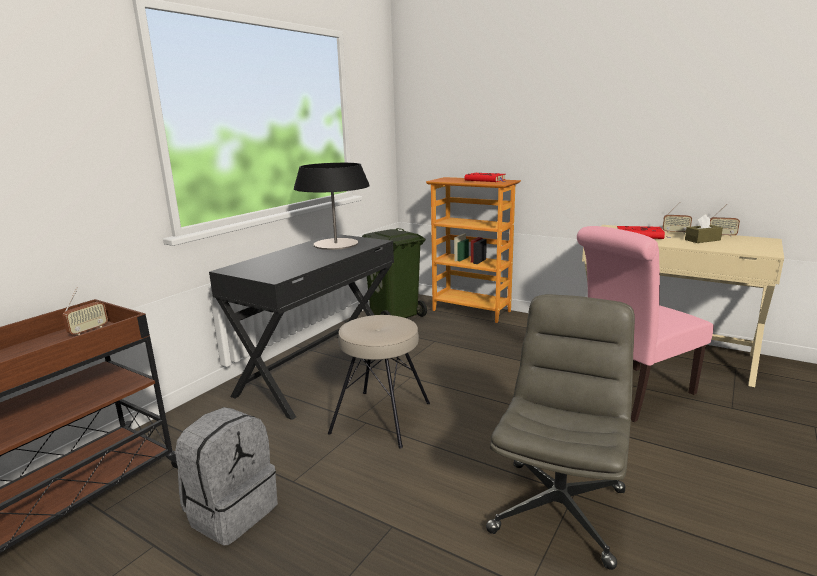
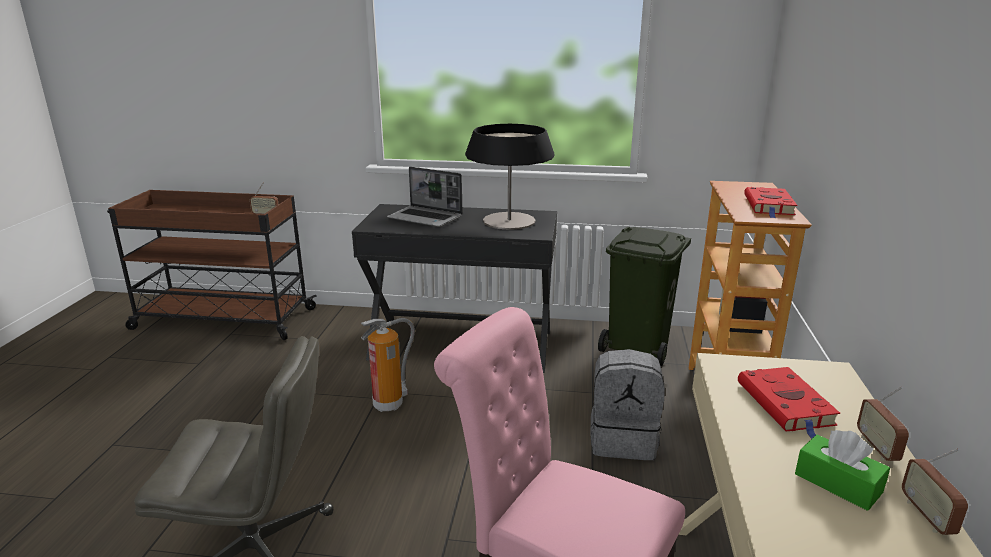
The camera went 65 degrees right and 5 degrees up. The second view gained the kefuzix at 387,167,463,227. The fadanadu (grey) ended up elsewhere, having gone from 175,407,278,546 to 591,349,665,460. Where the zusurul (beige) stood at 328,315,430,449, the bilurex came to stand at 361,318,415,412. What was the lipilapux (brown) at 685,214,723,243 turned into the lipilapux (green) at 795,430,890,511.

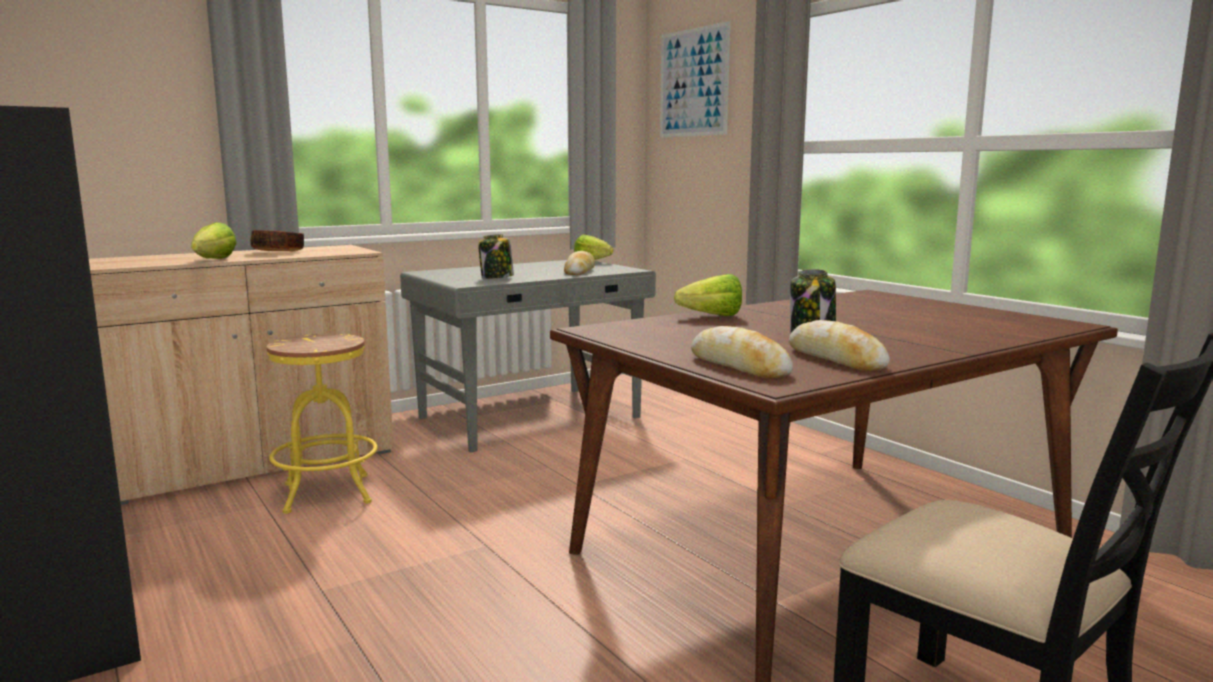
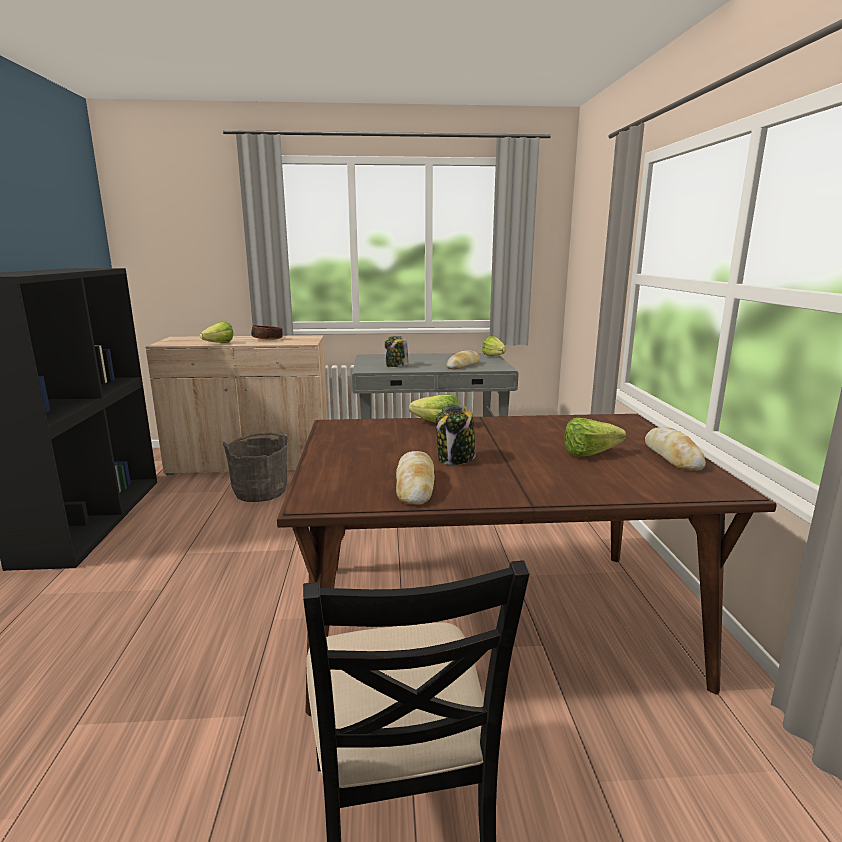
The camera went 30 degrees right and 5 degrees up. The second view lost the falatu at 660,21,731,137. The second view gained the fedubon at 565,418,626,456. The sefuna ended up elsewhere, having gone from 691,326,793,378 to 645,427,706,471. Where the zusurul (yellow) stood at 267,334,377,514, the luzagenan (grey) came to stand at 222,432,288,502.

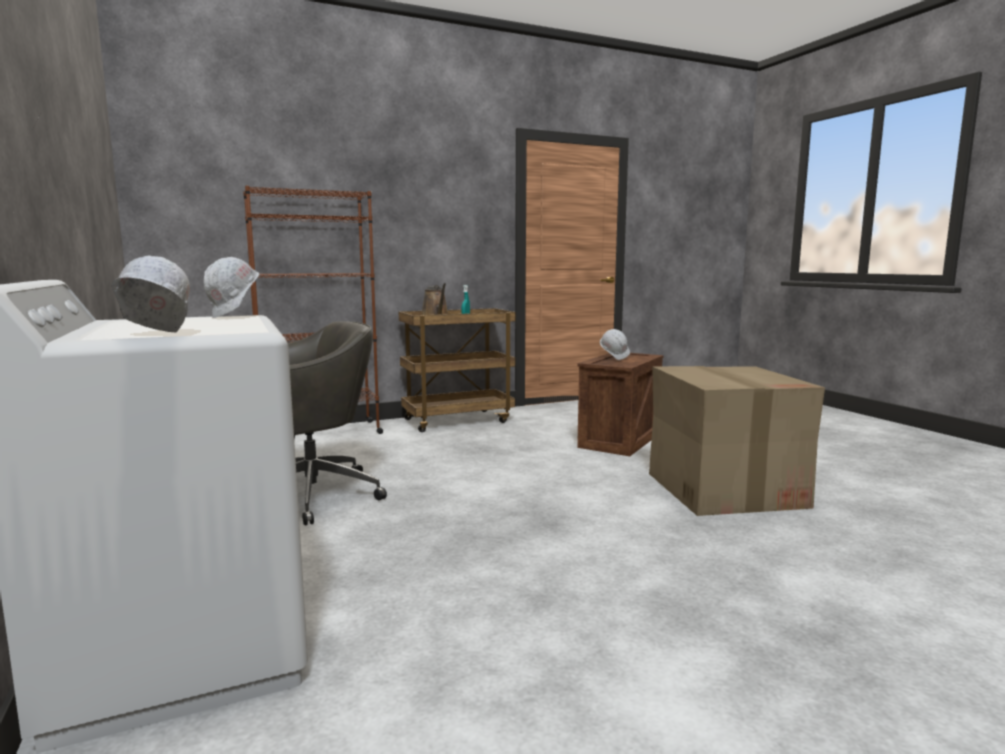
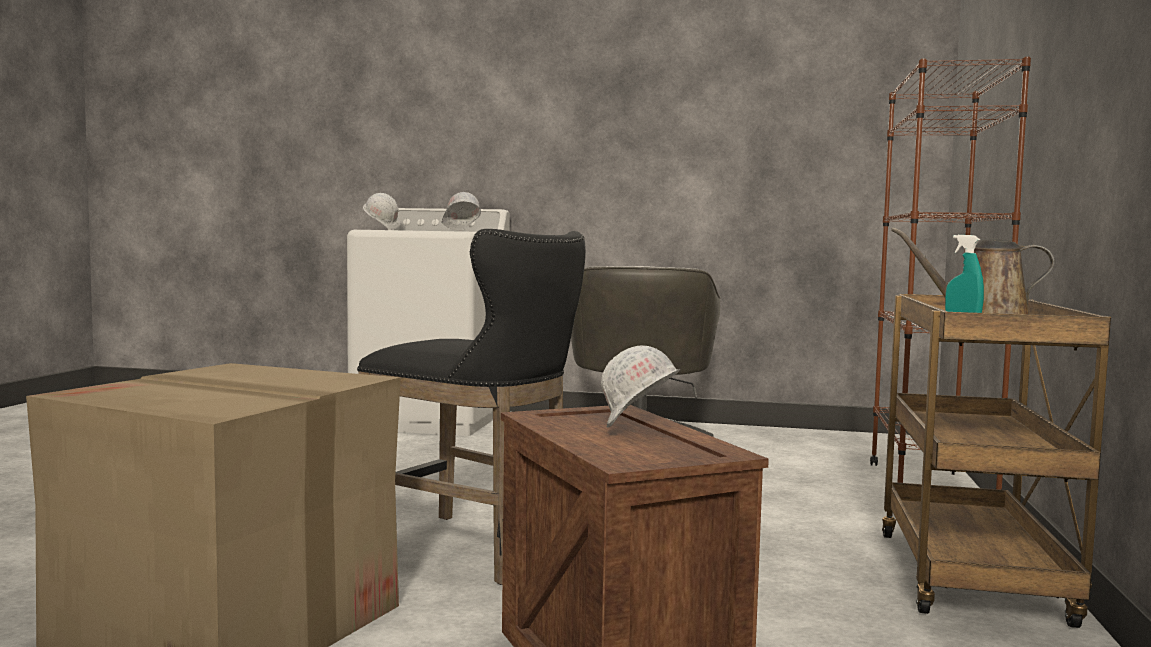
The camera went 125 degrees right and 5 degrees down. The second view gained the zusurul (black) at 357,229,586,585.

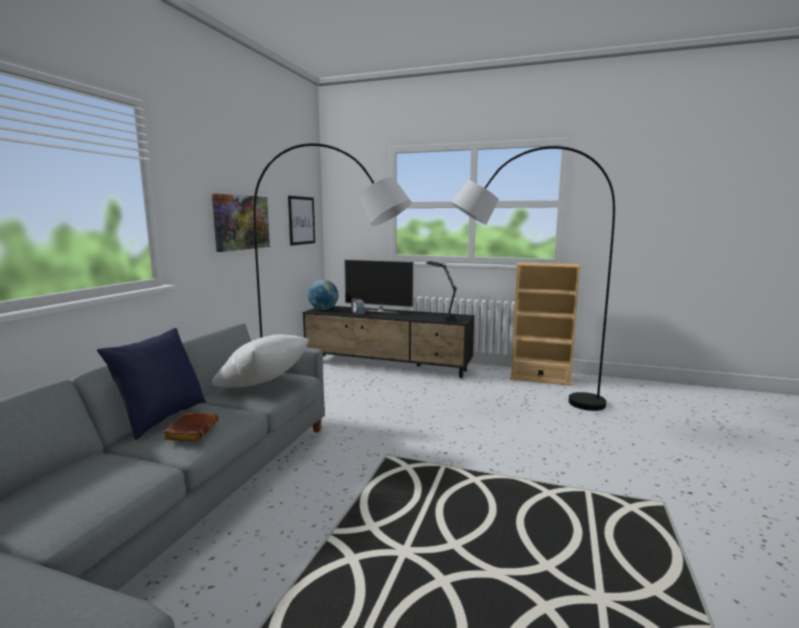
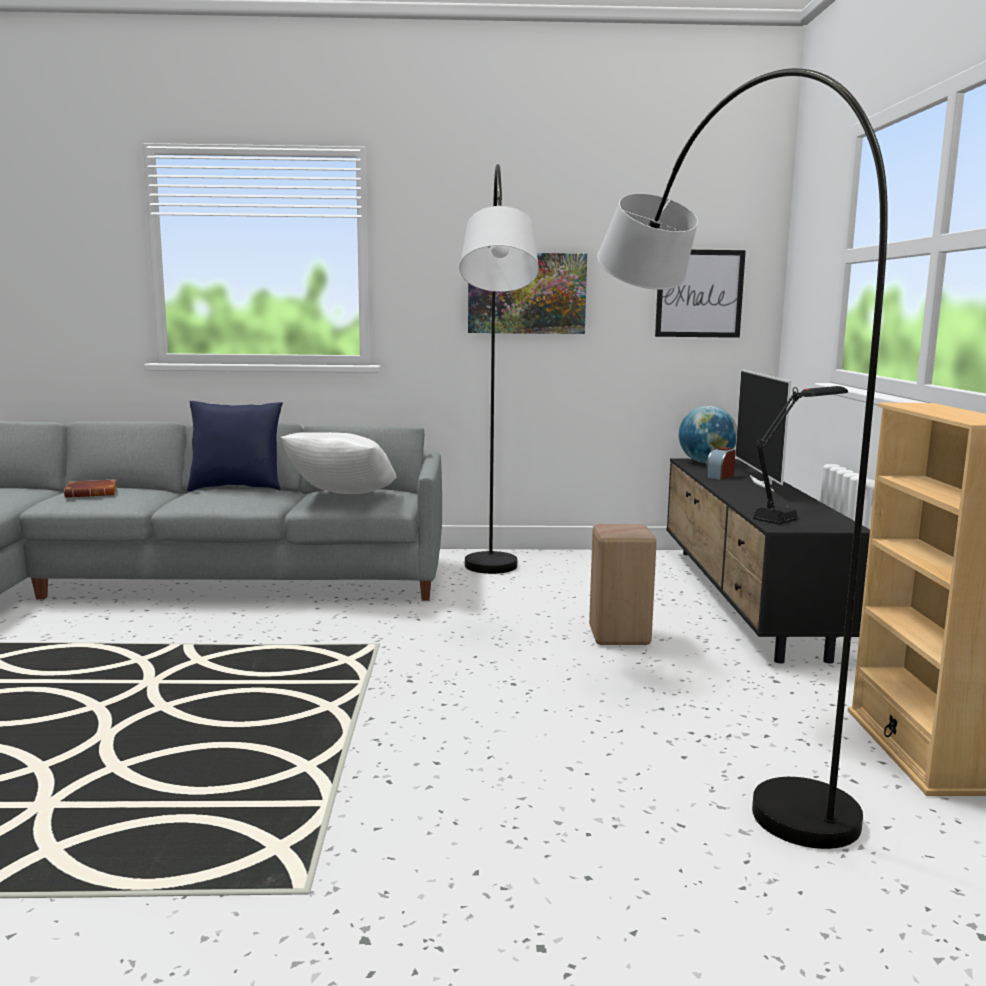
The camera went 70 degrees right and 0 degrees up. The second view gained the zusurul (beige) at 589,524,657,645. The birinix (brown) ended up elsewhere, having gone from 163,412,219,442 to 64,479,117,498.

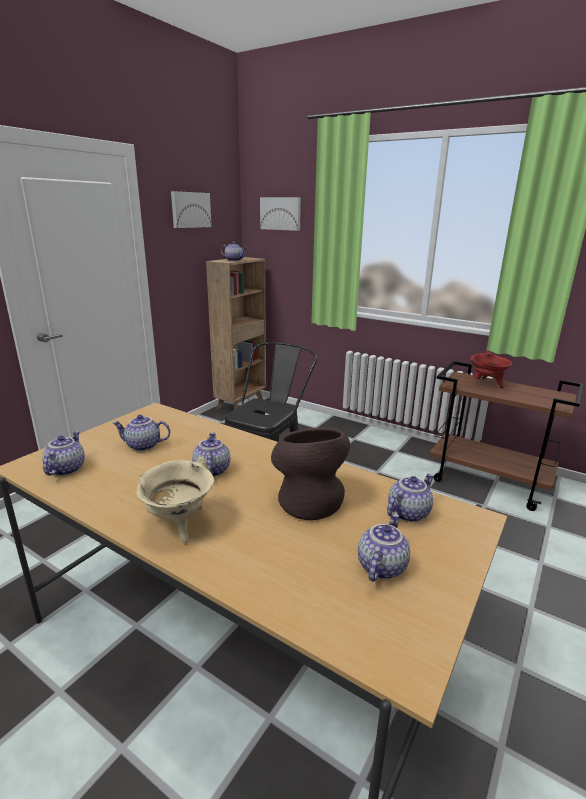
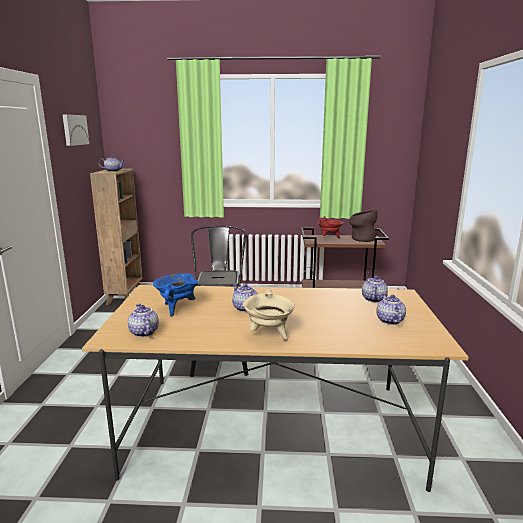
The camera went 30 degrees left and 5 degrees down. The second view lost the falatu at 260,197,301,231. The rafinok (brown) ended up elsewhere, having gone from 271,427,350,520 to 349,210,378,242. Where the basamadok stood at 113,415,170,451, the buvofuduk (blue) came to stand at 153,273,199,317.

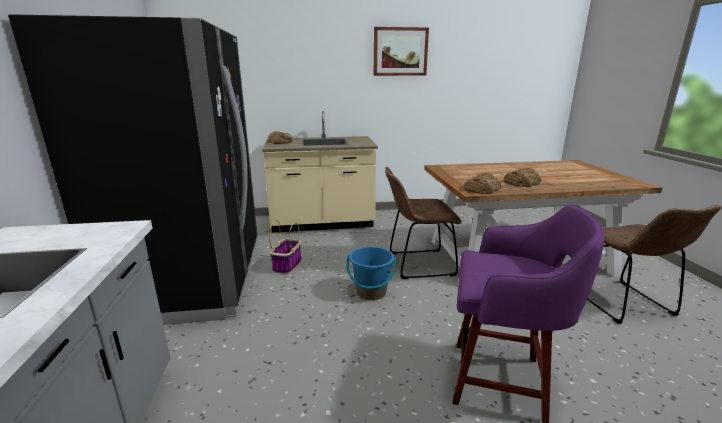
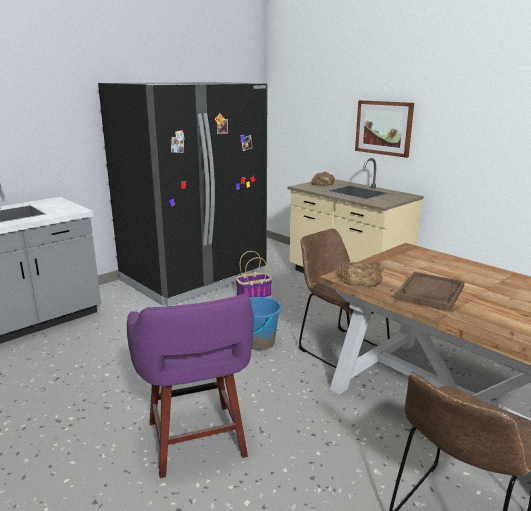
The camera went 55 degrees right and 0 degrees up. The falatu ended up elsewhere, having gone from 374,27,429,76 to 355,100,414,158. Where the sefuna stood at 504,168,541,187, the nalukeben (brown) came to stand at 395,272,465,312.

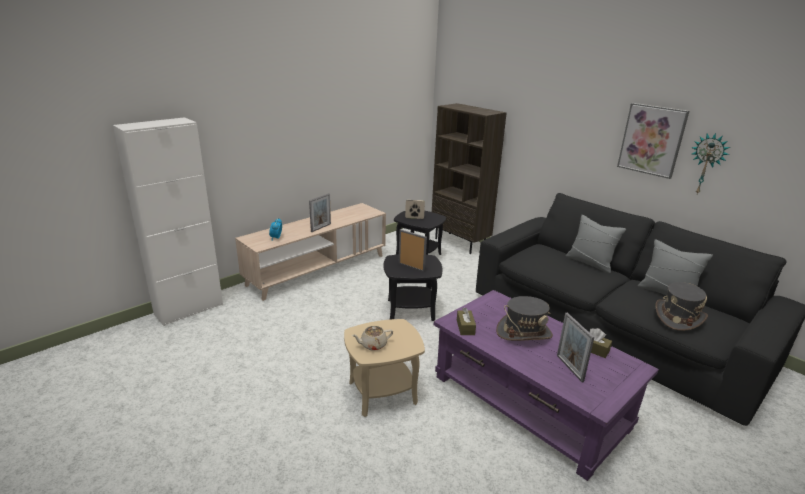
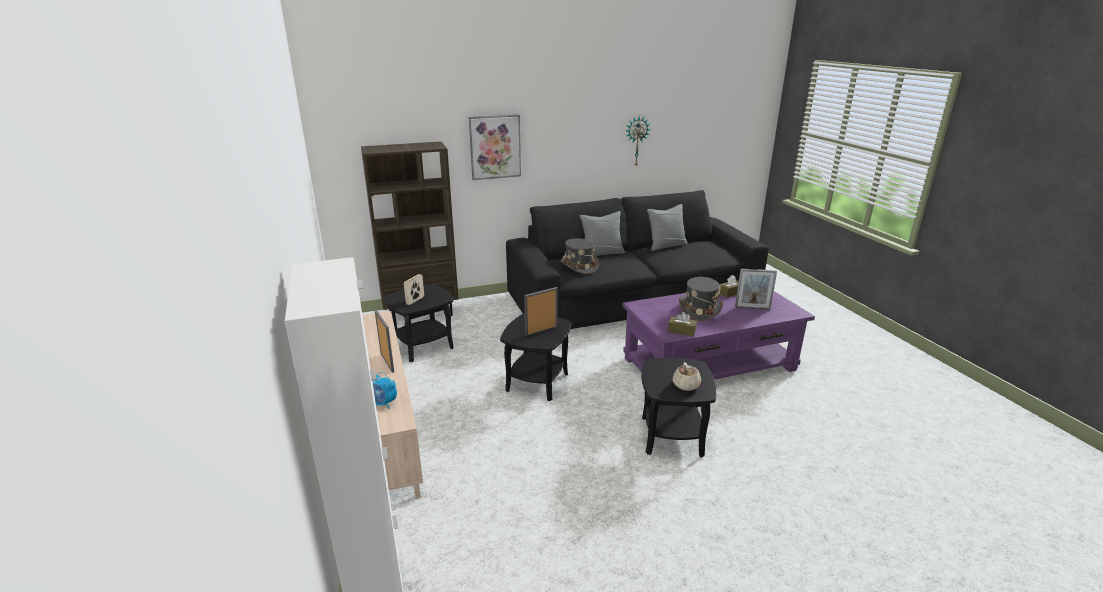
The camera went 65 degrees left and 0 degrees up. The falatu ended up elsewhere, having gone from 617,103,689,179 to 469,115,521,180. The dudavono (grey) ended up elsewhere, having gone from 656,282,708,331 to 560,238,599,274. What was the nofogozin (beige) at 344,319,425,417 turned into the nofogozin (black) at 641,358,716,458.

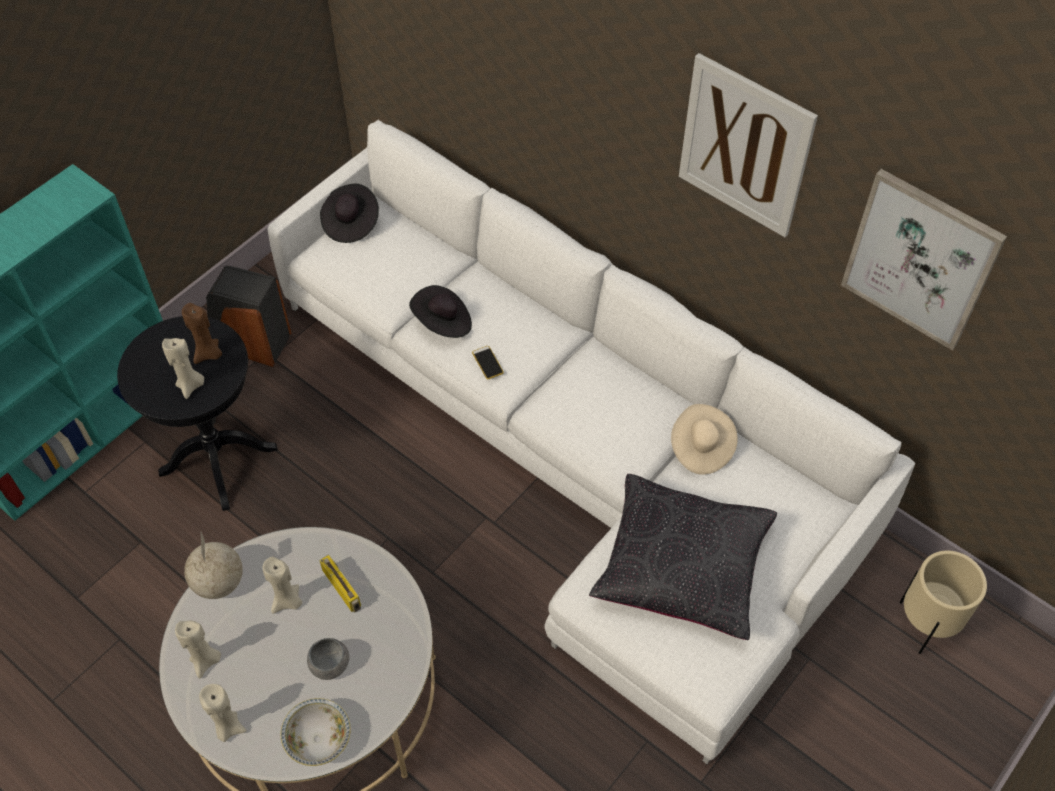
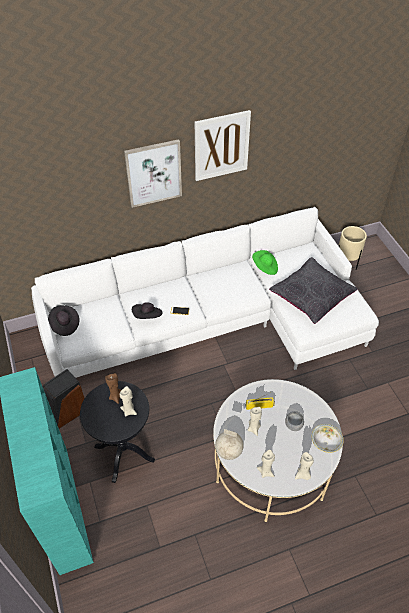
The camera went 60 degrees left and 5 degrees down. The falatu ended up elsewhere, having gone from 841,169,1007,350 to 124,139,182,208. What was the dudavono (beige) at 671,404,738,475 turned into the dudavono (green) at 252,250,278,275.

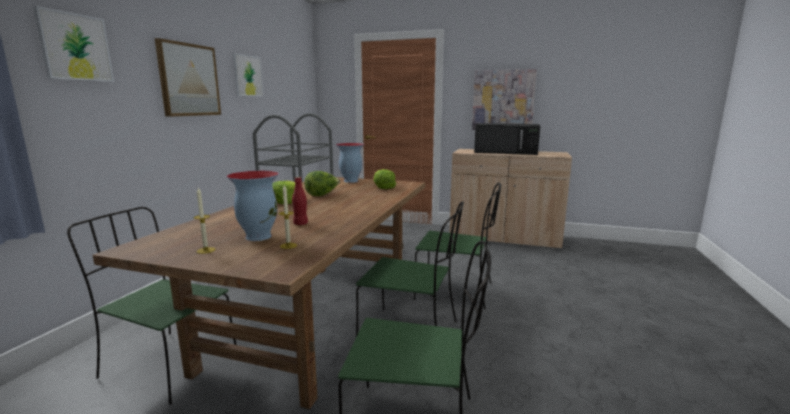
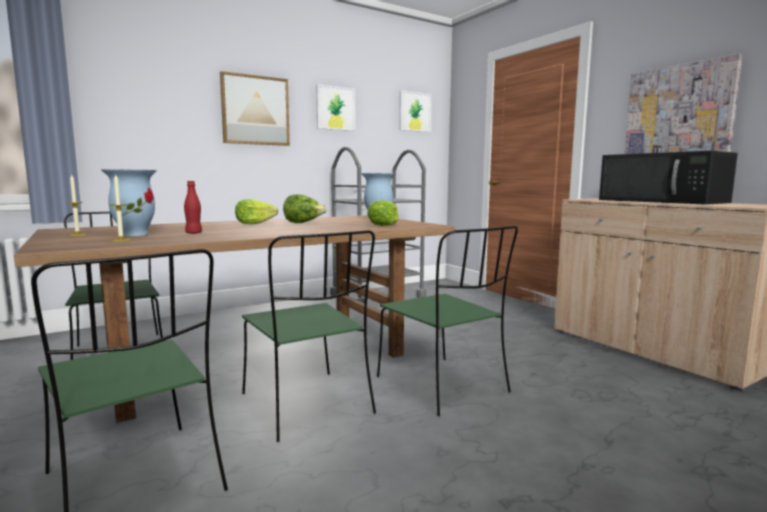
The camera went 40 degrees right and 5 degrees down. The falatu ended up elsewhere, having gone from 33,6,114,82 to 399,91,431,132.

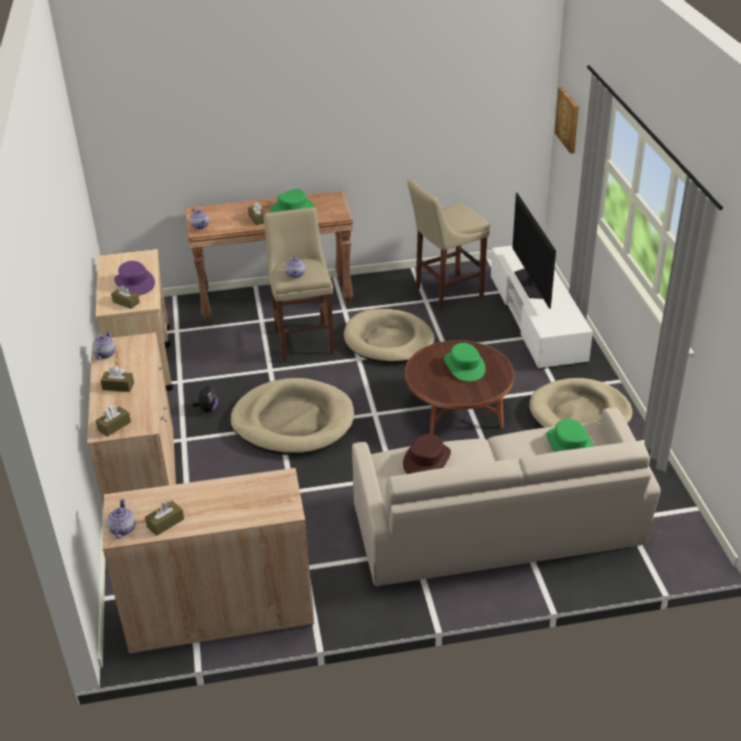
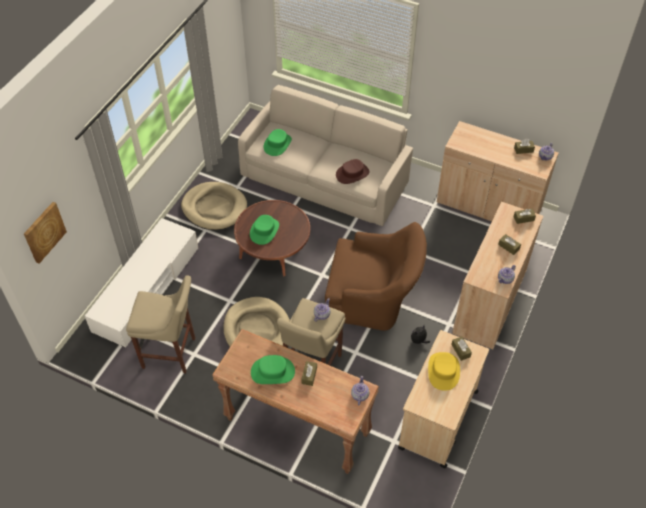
The camera went 145 degrees left and 15 degrees up. The second view lost the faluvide at 512,192,556,309. Where the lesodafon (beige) stood at 230,378,354,455, the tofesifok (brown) came to stand at 325,222,427,331. What was the dudavono (purple) at 114,261,155,295 turned into the dudavono (yellow) at 428,352,460,391.

